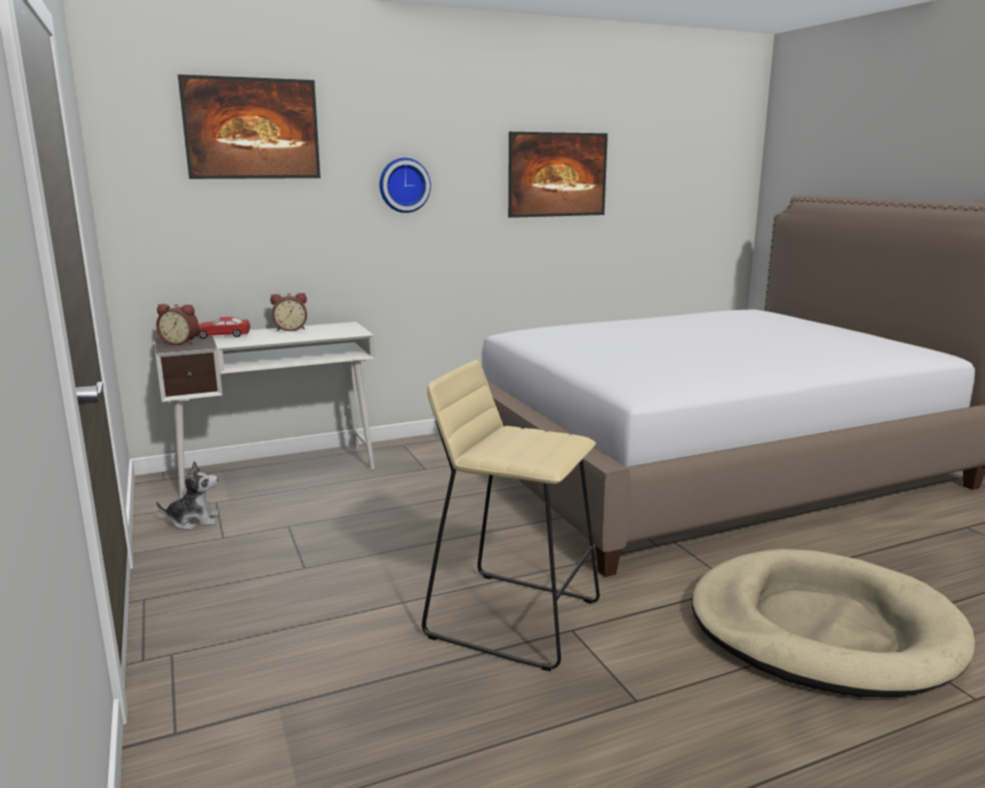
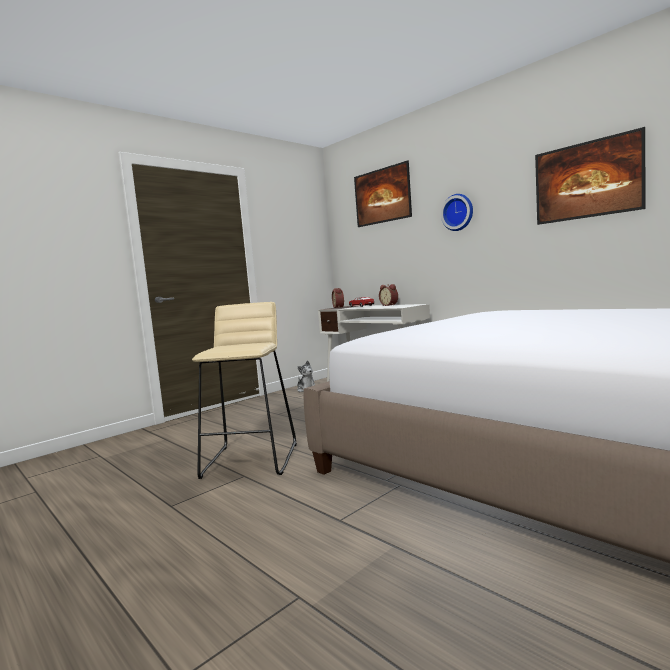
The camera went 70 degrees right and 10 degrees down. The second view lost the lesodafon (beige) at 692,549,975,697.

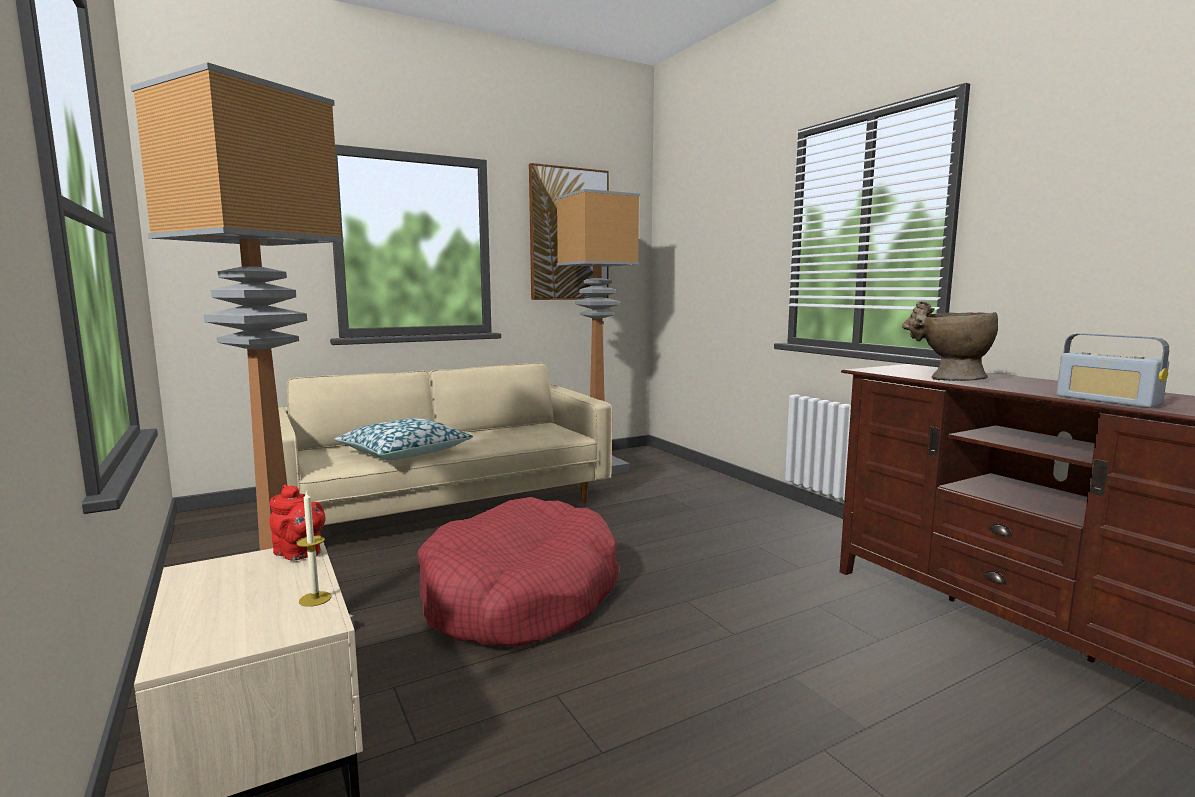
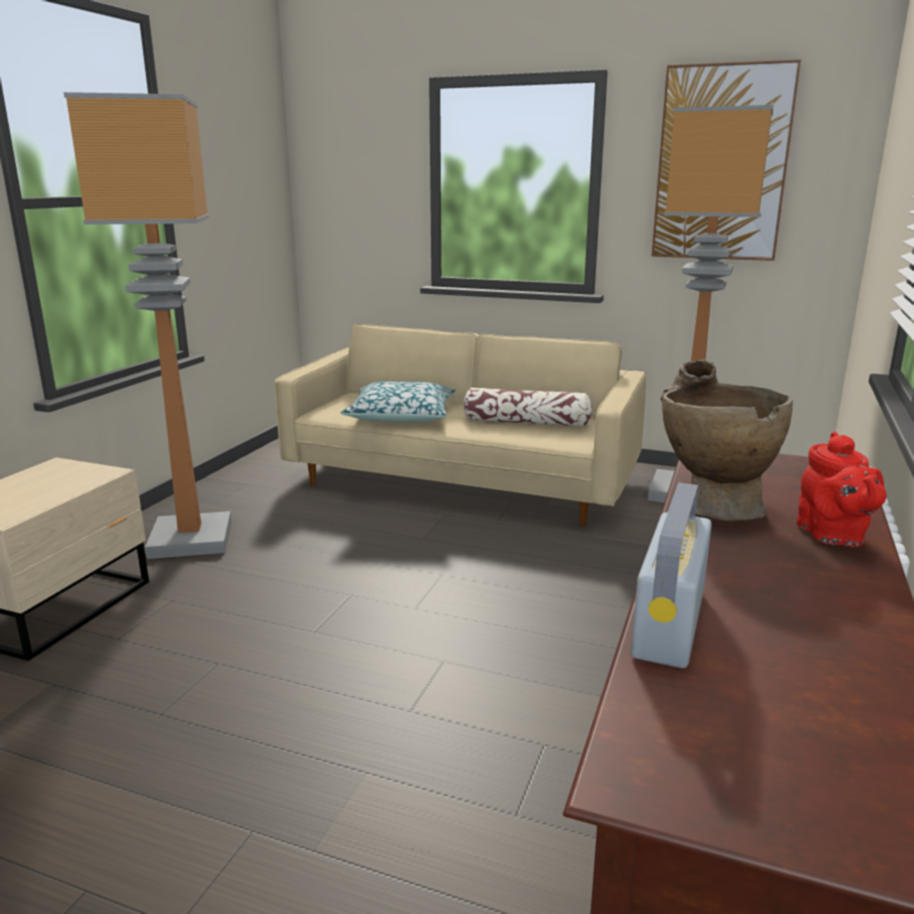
The camera went 50 degrees right and 10 degrees up. The second view lost the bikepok at 296,490,332,607. The second view lost the lesodafon (red) at 417,497,619,646. The second view gained the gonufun at 463,387,592,427. The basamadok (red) ended up elsewhere, having gone from 269,484,326,561 to 797,432,887,547.

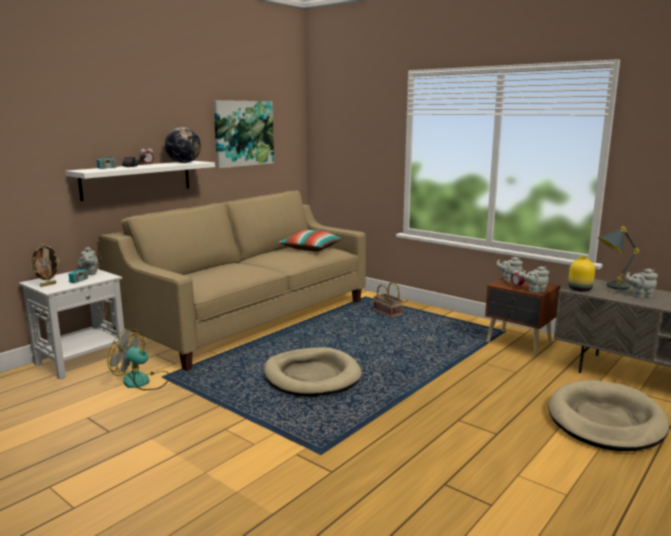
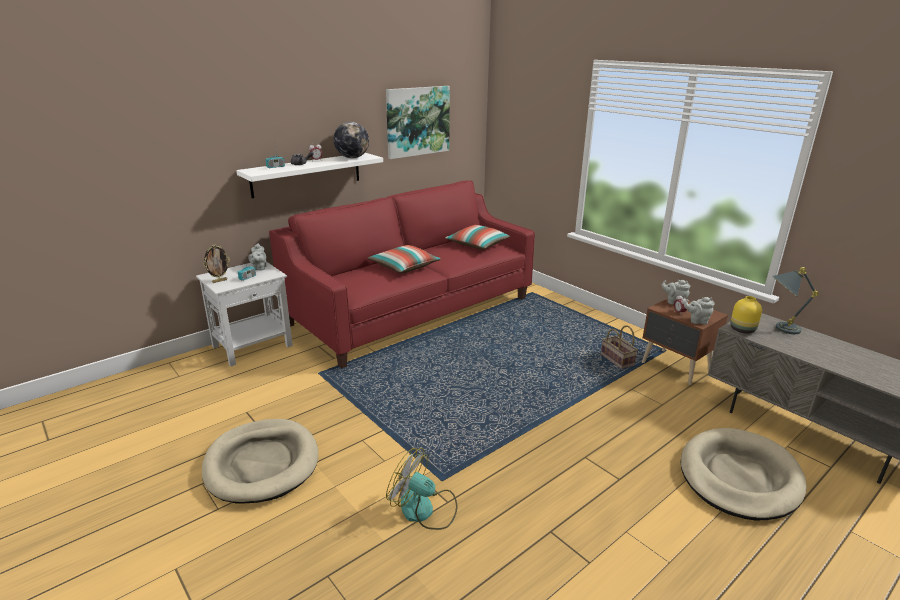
The camera went 10 degrees right and 10 degrees up. The second view lost the basamadok (grey) at 625,269,658,298. The second view gained the gonufun at 368,245,441,273. The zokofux ended up elsewhere, having gone from 108,328,169,390 to 386,448,458,530. The lesodafon (beige) ended up elsewhere, having gone from 264,347,362,397 to 202,419,318,503. The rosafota ended up elsewhere, having gone from 373,282,403,318 to 601,325,638,369. What was the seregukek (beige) at 98,190,366,371 turned into the seregukek (red) at 269,180,535,368.

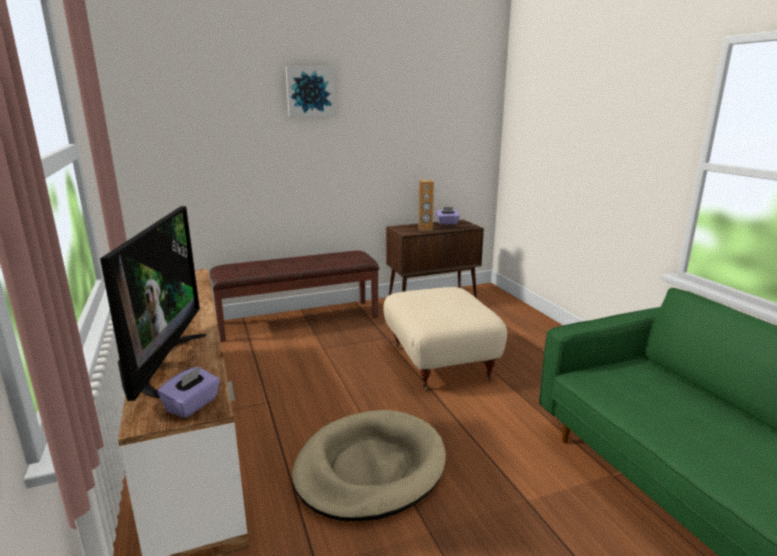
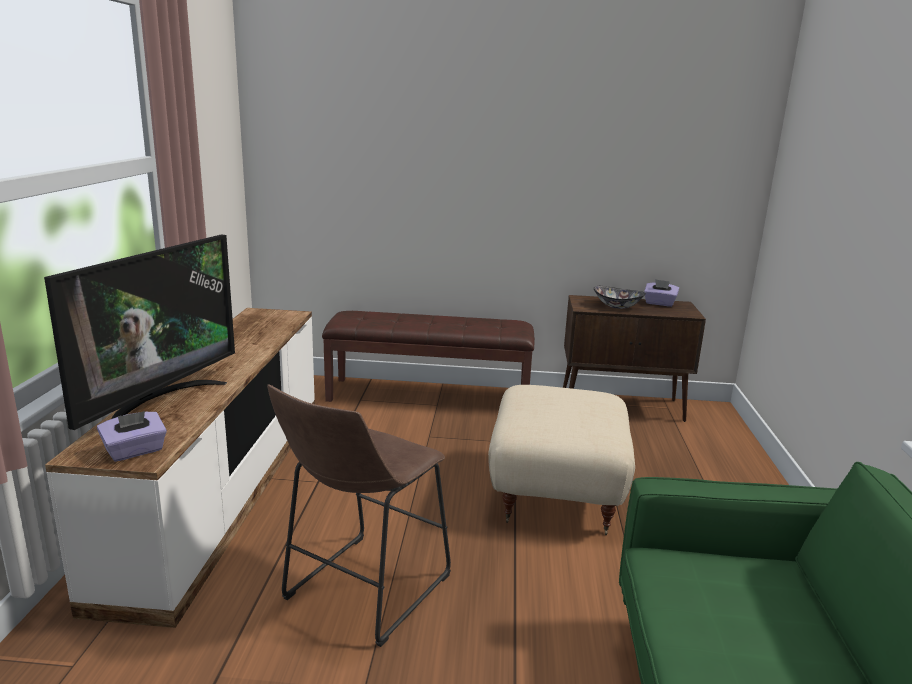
The camera went 25 degrees right and 0 degrees up. The second view lost the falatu at 285,66,335,117. Where the lesodafon (beige) stood at 292,410,446,521, the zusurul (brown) came to stand at 267,385,451,647. Where the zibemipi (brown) stood at 418,180,434,230, the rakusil came to stand at 594,286,646,309.

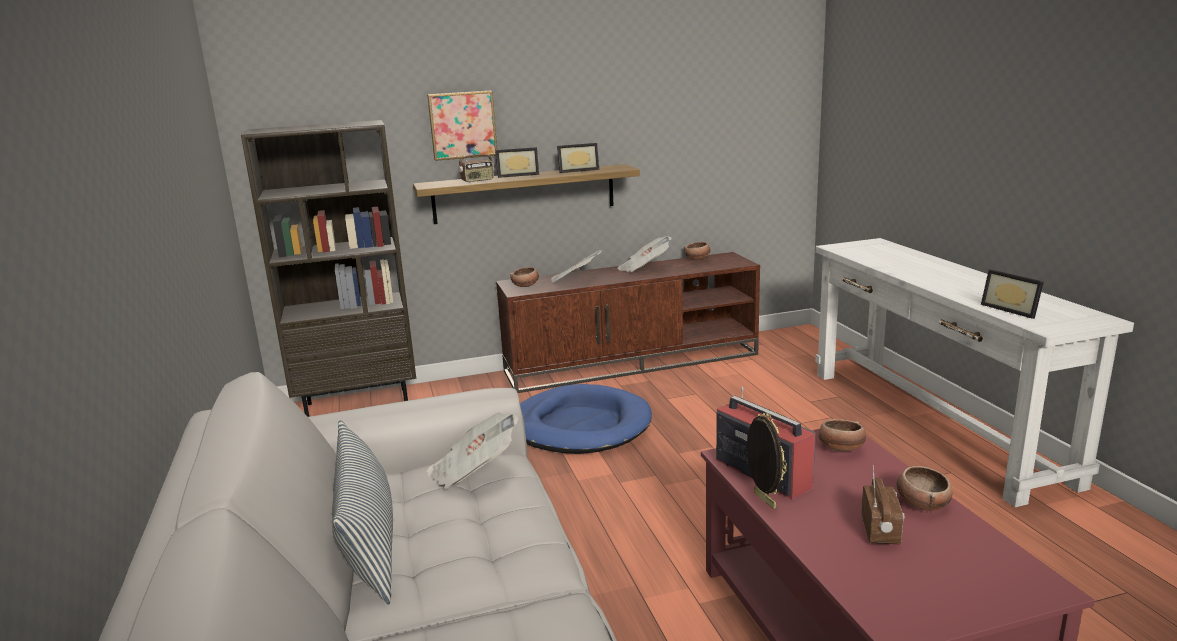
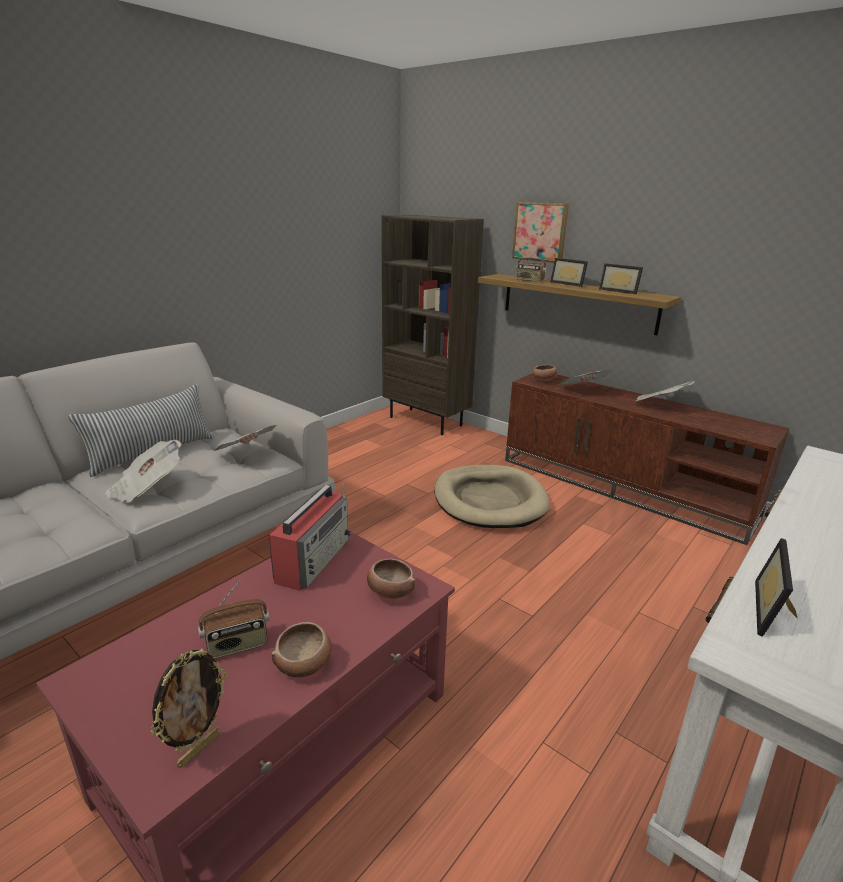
The camera went 55 degrees right and 5 degrees up. The second view lost the rakusil at 684,242,711,260. The second view gained the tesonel at 105,440,182,503. The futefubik ended up elsewhere, having gone from 747,412,787,509 to 151,648,228,768. What was the lesodafon (blue) at 520,384,652,454 turned into the lesodafon (beige) at 434,465,550,528.

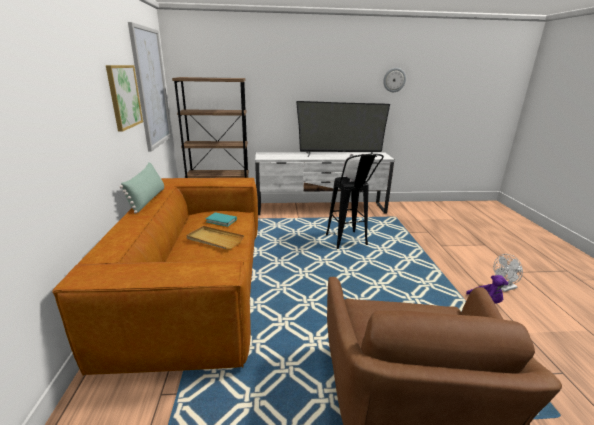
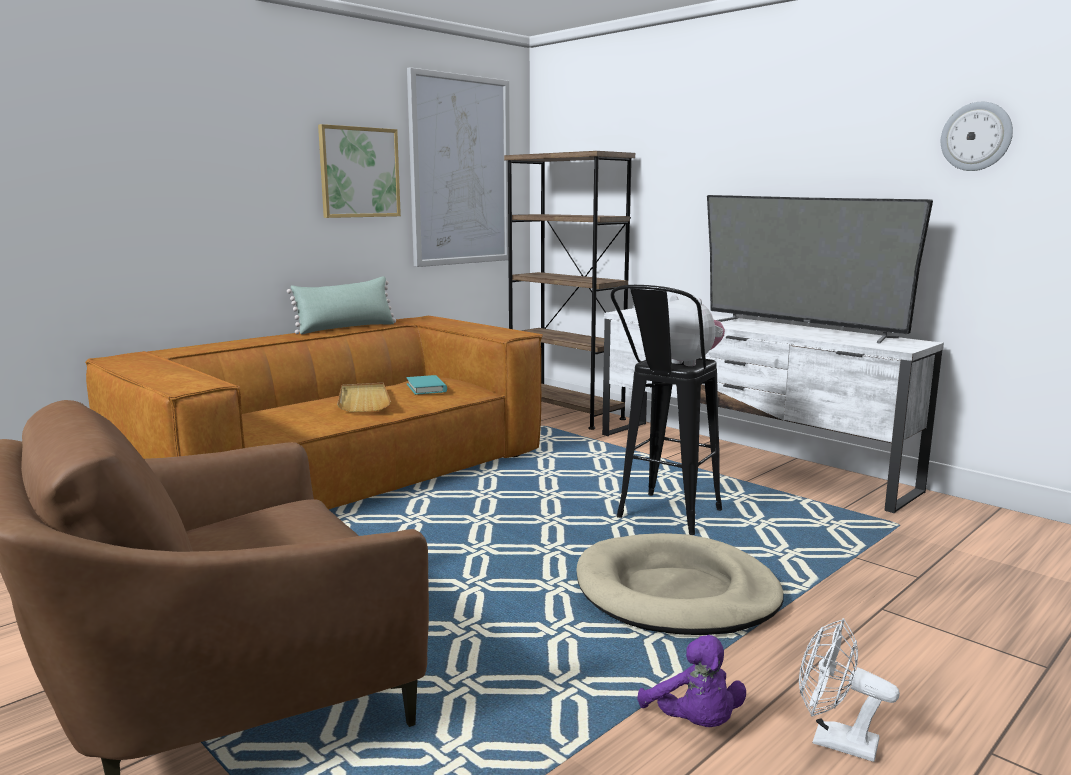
The camera went 50 degrees right and 10 degrees down. The second view gained the lesodafon (beige) at 576,533,784,635.

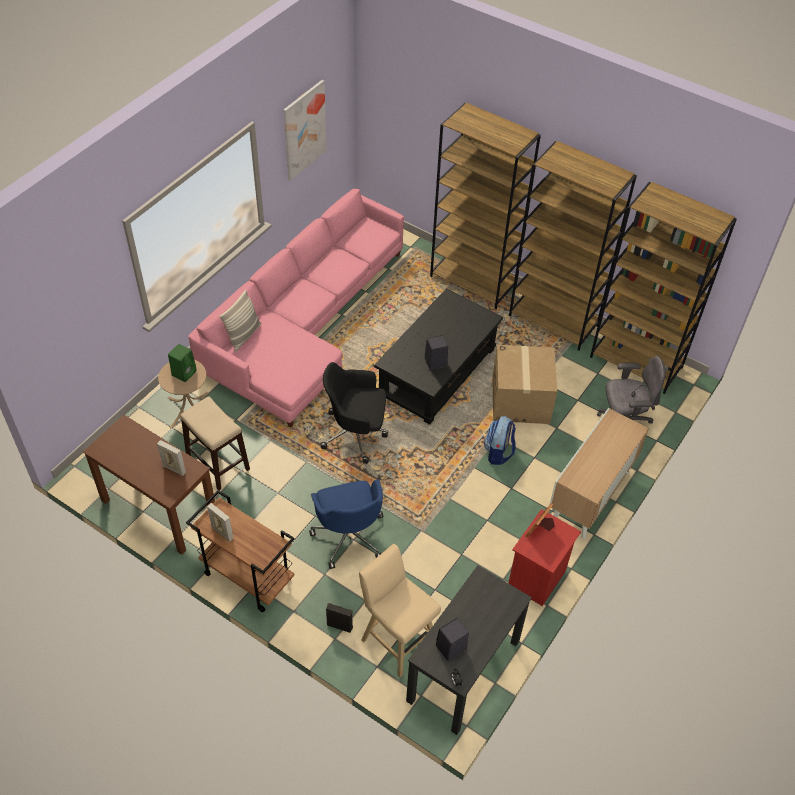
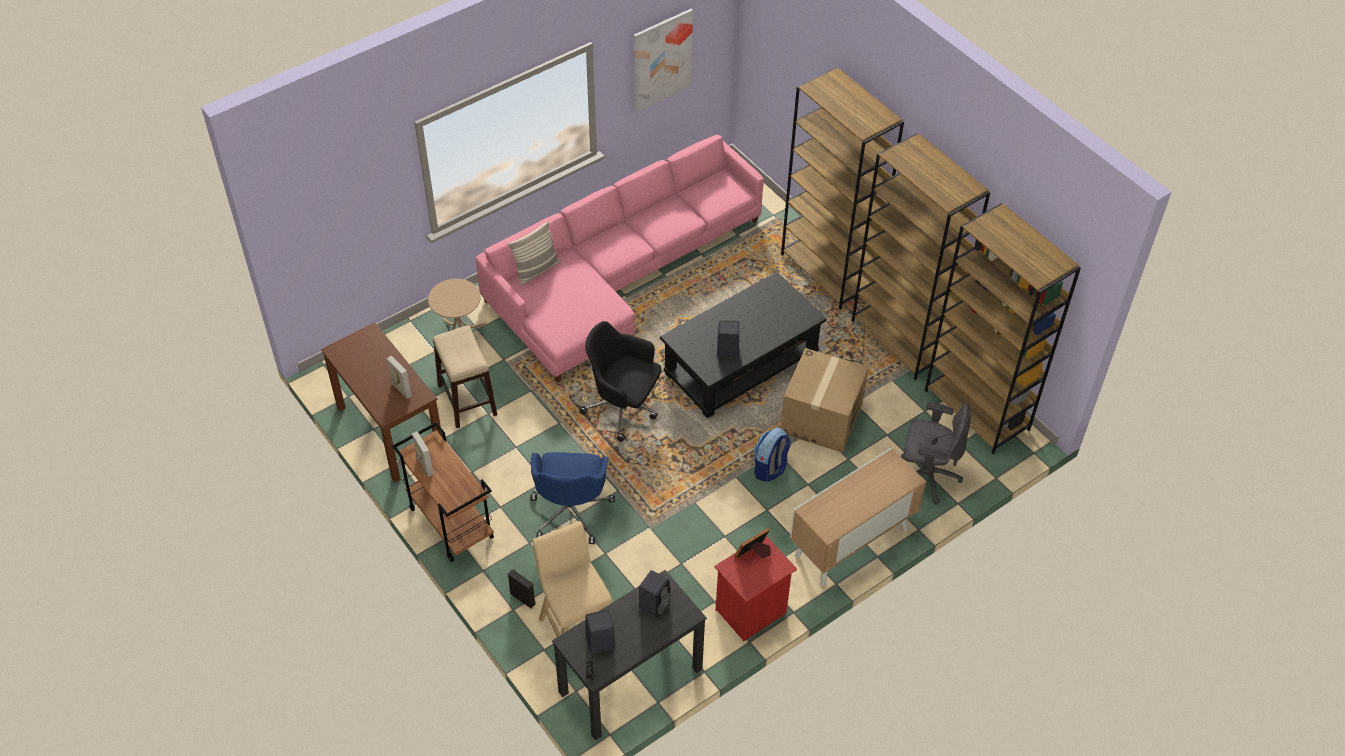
The camera went 20 degrees right and 0 degrees up. The second view lost the zibemipi (green) at 168,344,197,382. The second view gained the zibemipi (black) at 639,570,671,618.

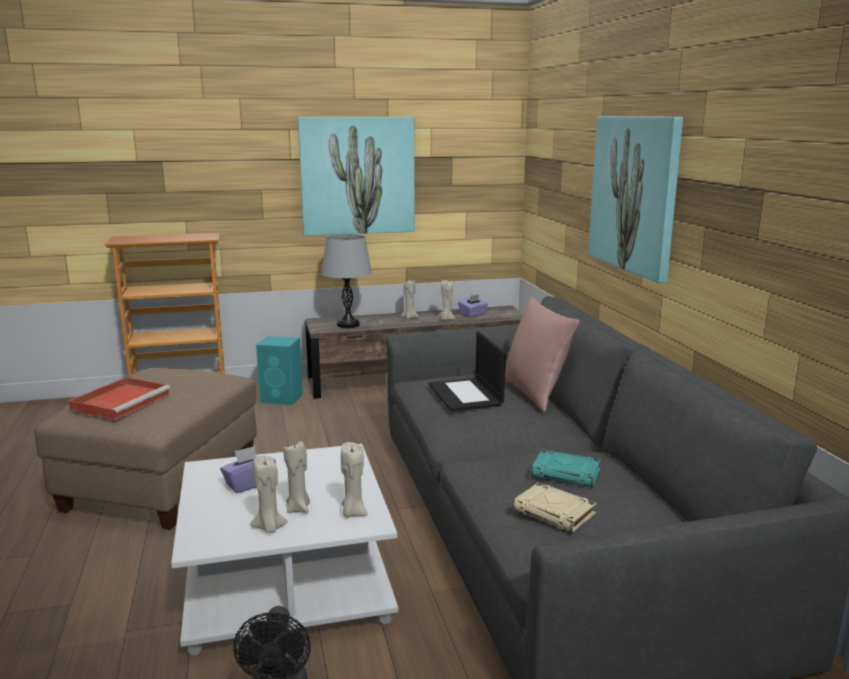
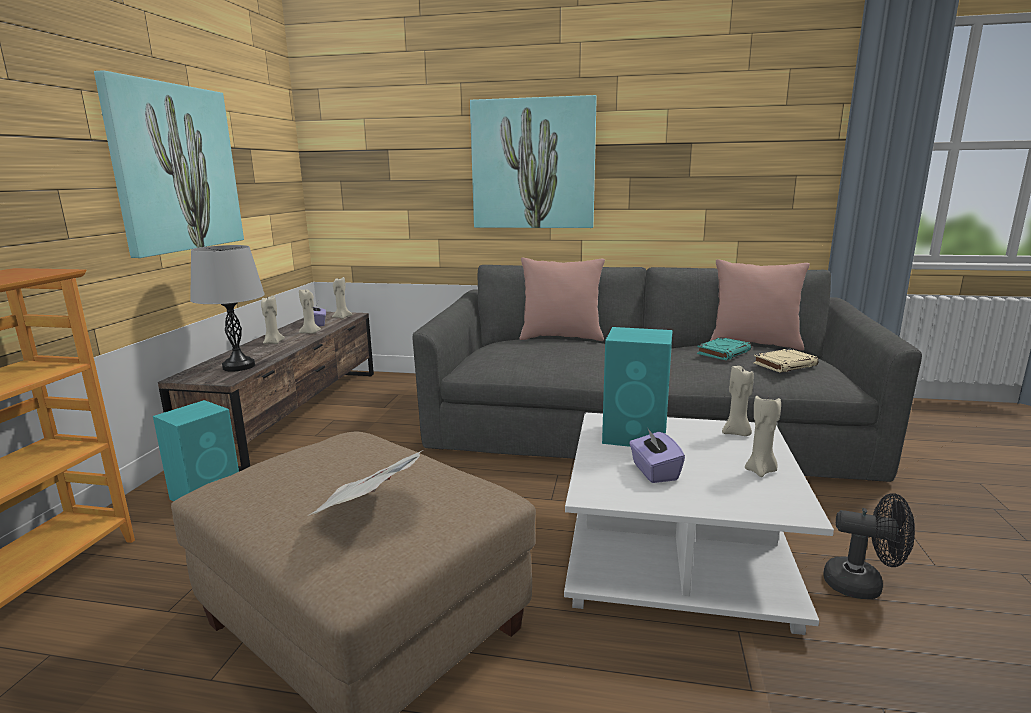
The camera went 65 degrees left and 0 degrees up. The second view lost the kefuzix at 429,331,506,411. The second view gained the zibemipi (turquoise) at 602,327,673,447. The second view gained the gonufun (pink) at 710,259,810,350. The bikepok (beige) ended up elsewhere, having gone from 283,441,310,513 to 332,277,352,319. Where the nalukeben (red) stood at 69,377,170,420, the tesonel came to stand at 308,450,423,516.

